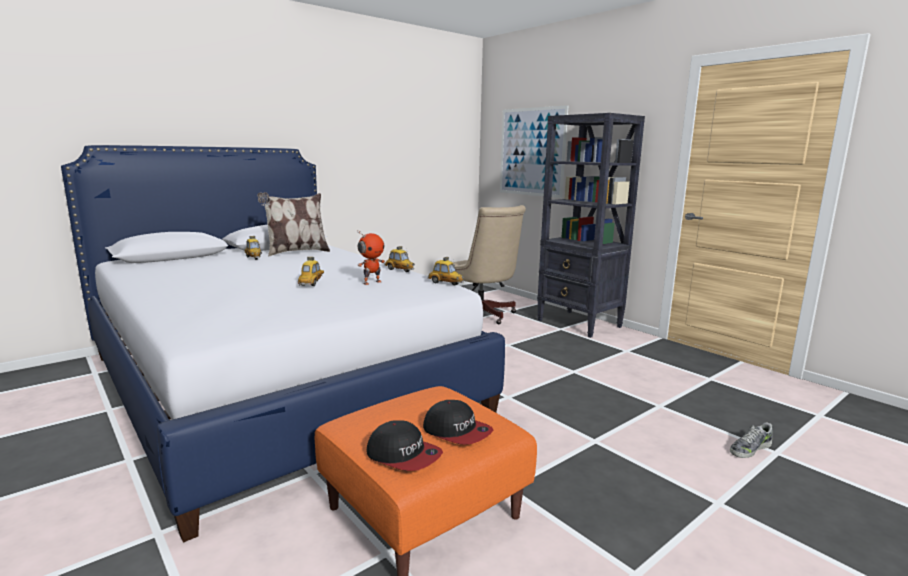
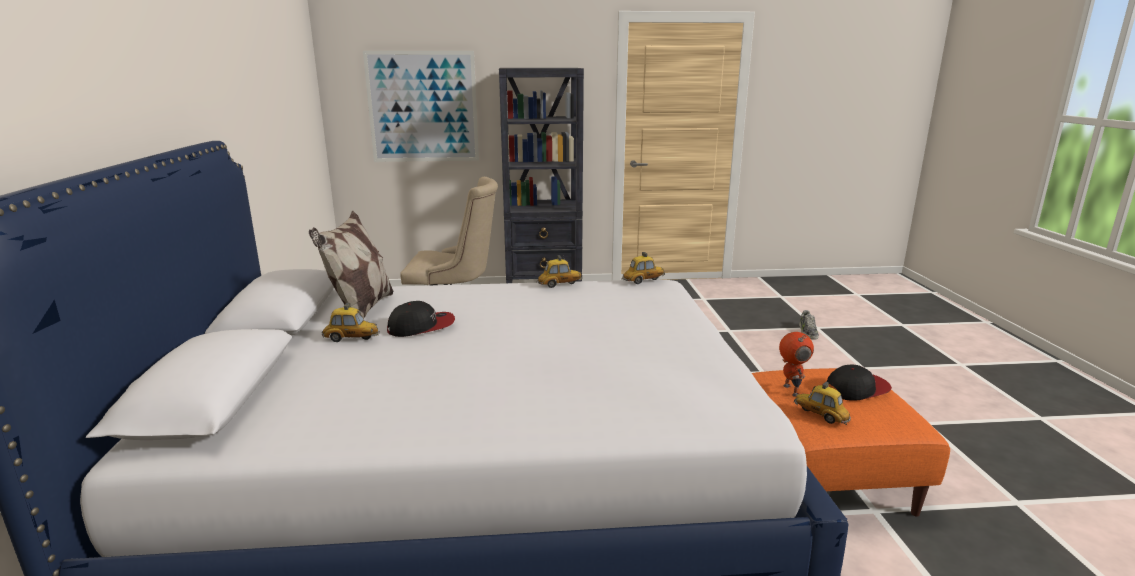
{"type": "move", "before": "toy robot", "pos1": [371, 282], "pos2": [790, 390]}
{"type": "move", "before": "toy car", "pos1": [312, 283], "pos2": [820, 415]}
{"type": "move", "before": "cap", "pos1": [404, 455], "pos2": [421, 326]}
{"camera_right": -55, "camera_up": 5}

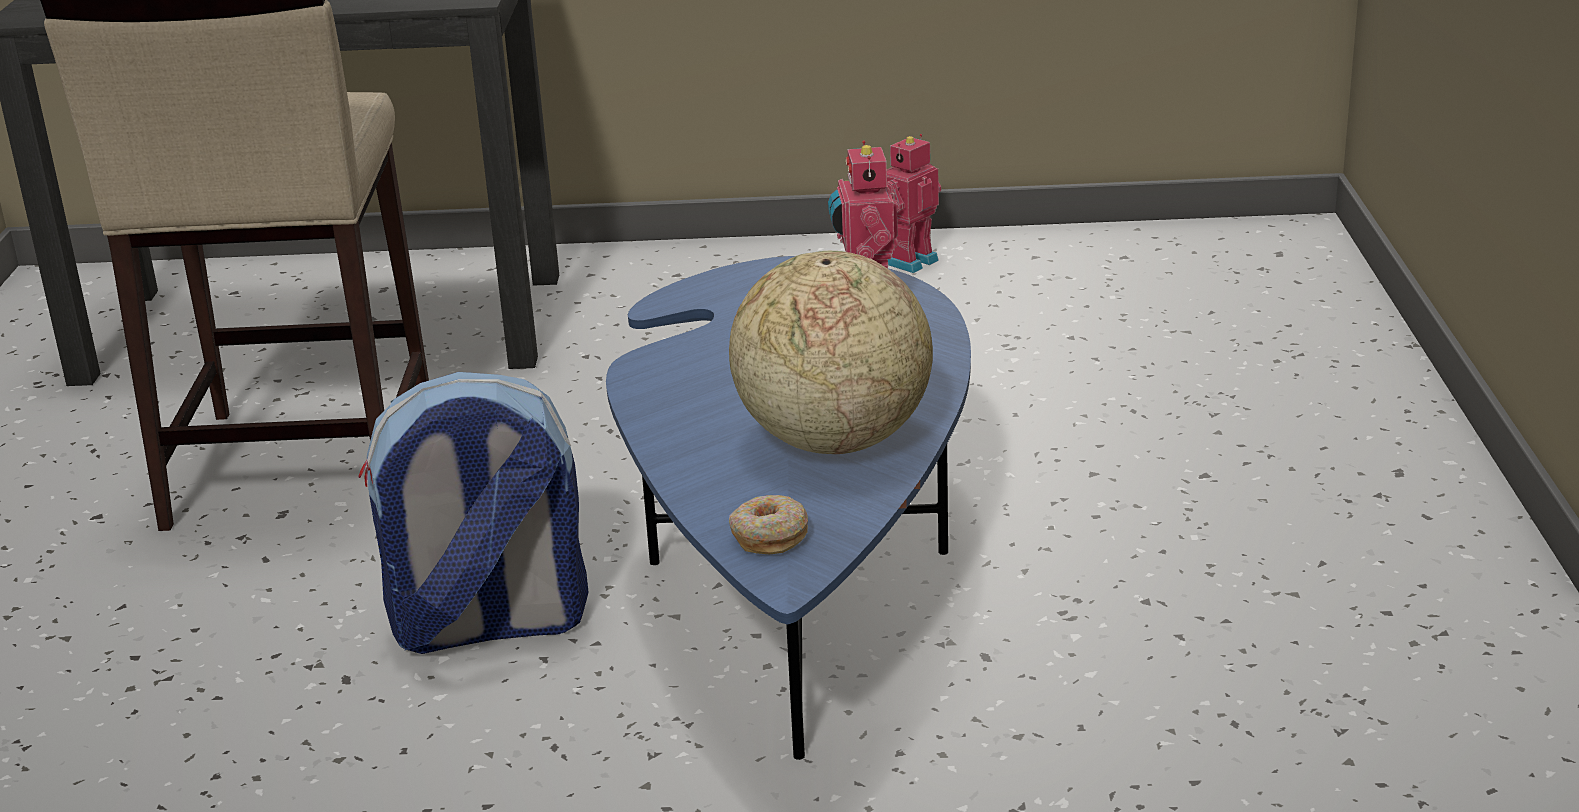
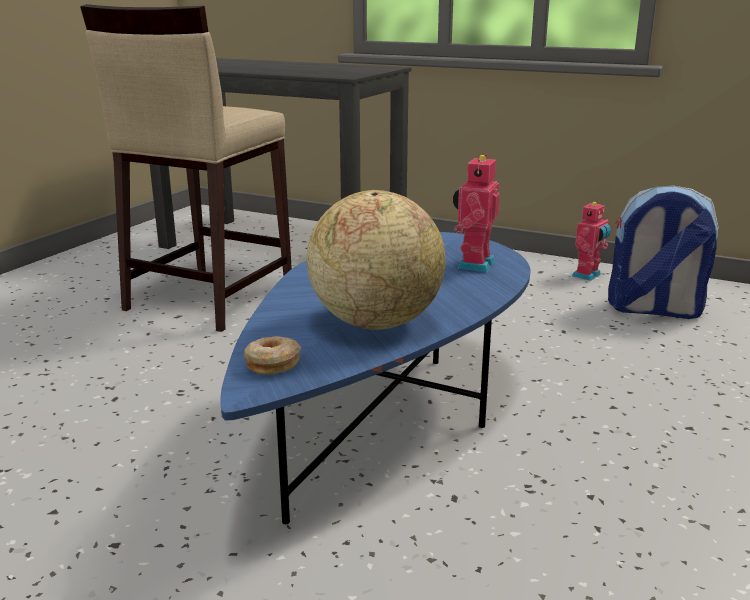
{"type": "rotate", "before": "toy robot", "pos1": [909, 261], "pos2": [588, 275], "turn": 150}
{"type": "move", "before": "backpack", "pos1": [487, 625], "pos2": [653, 309]}
{"camera_right": 25, "camera_up": -5}

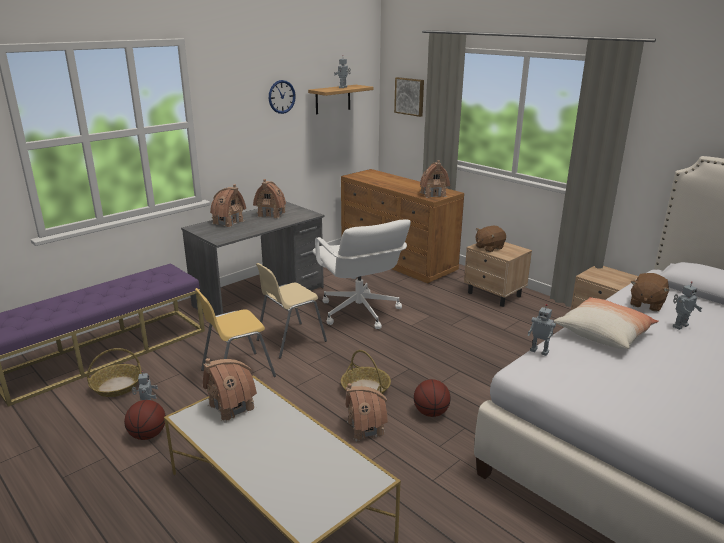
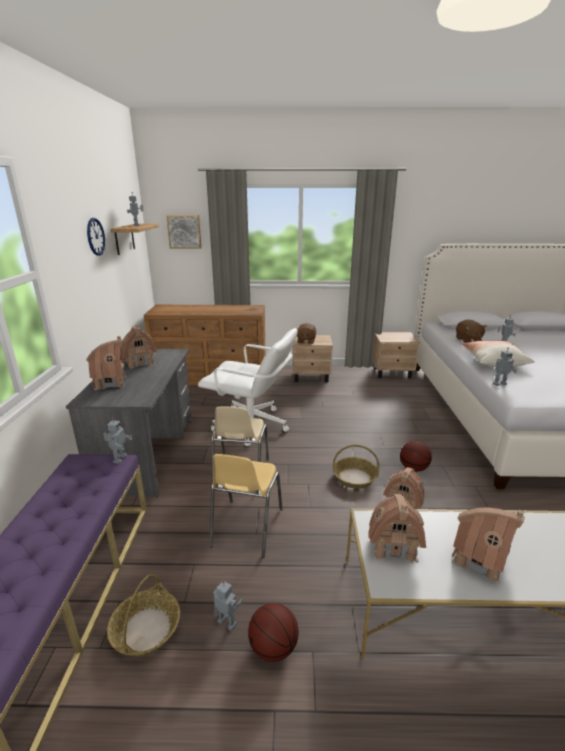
{"type": "move", "before": "toy house", "pos1": [433, 194], "pos2": [479, 559]}
{"type": "insert", "after": "toy robot", "pos2": [119, 459]}
{"camera_right": -45, "camera_up": 0}

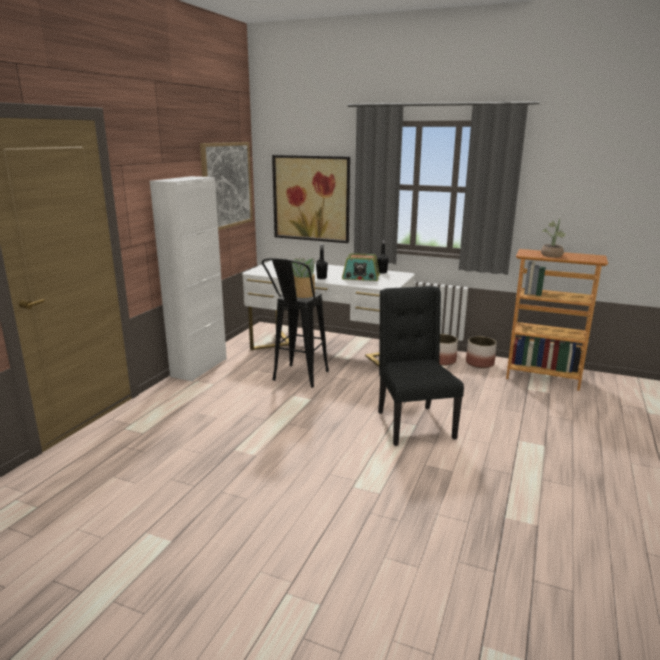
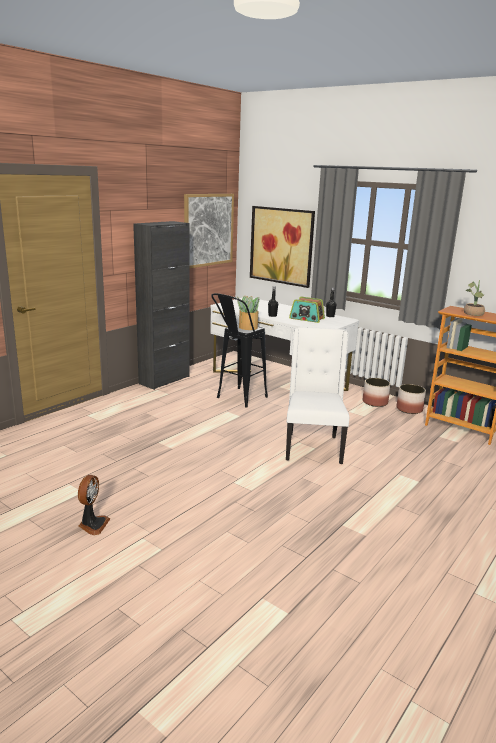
{"type": "recolor", "before": "white cabinet", "after": "black cabinet", "pos1": [199, 367], "pos2": [164, 380]}
{"type": "recolor", "before": "black chair", "after": "white chair", "pos1": [413, 424], "pos2": [312, 447]}
{"type": "insert", "after": "fan", "pos2": [92, 525]}
{"camera_right": 15, "camera_up": 0}

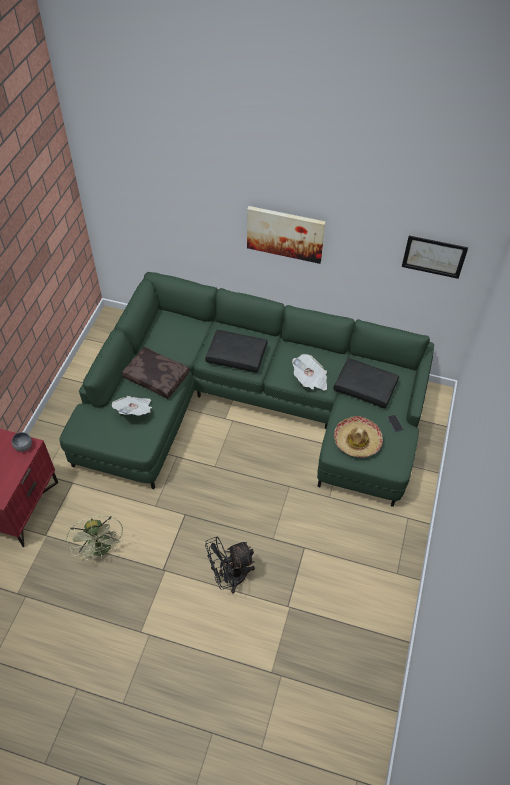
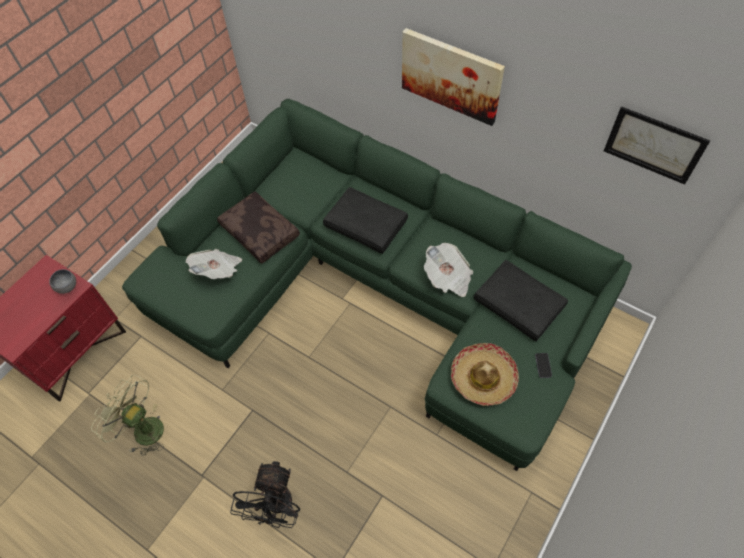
{"type": "rotate", "before": "green fan", "pos1": [102, 550], "pos2": [142, 429], "turn": 120}
{"type": "rotate", "before": "black fan", "pos1": [230, 577], "pos2": [277, 508], "turn": -75}
{"camera_right": 20, "camera_up": 5}

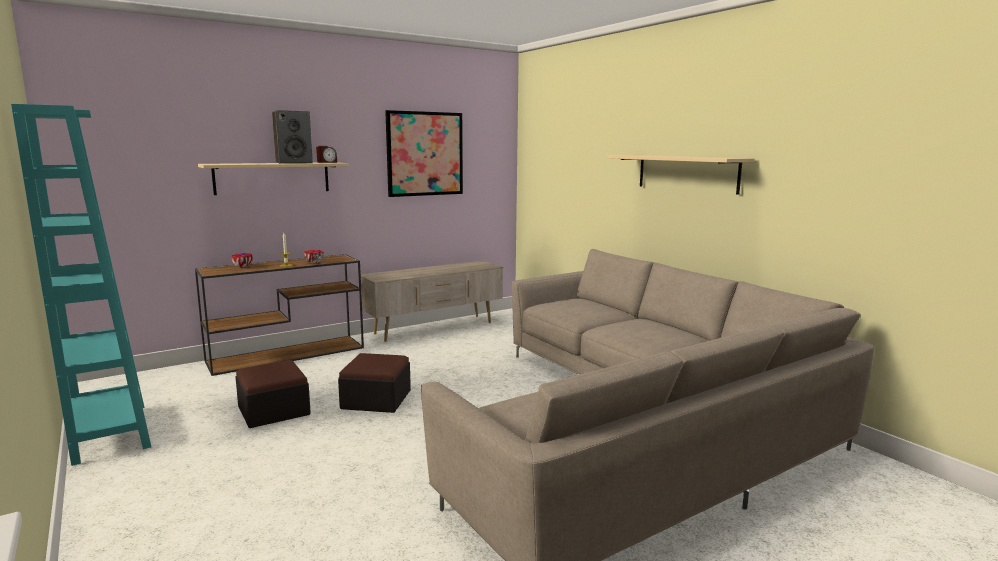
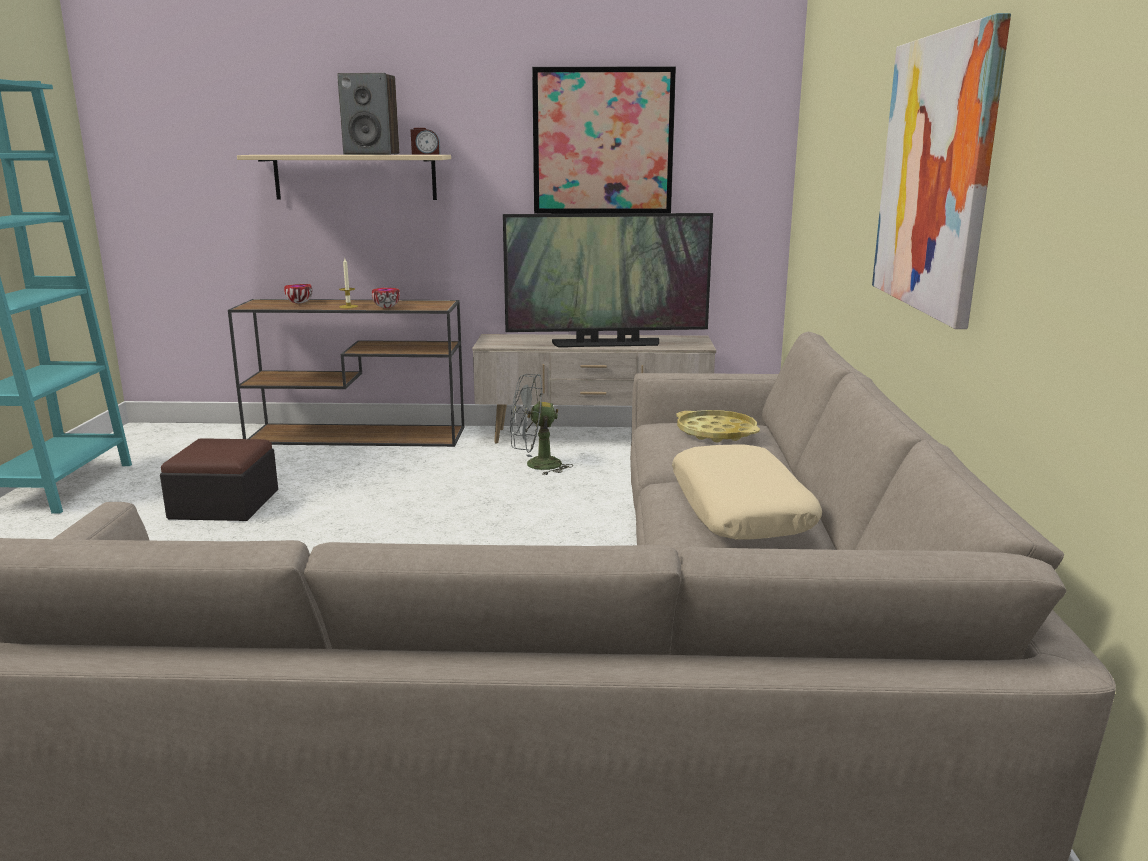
{"type": "replace", "before": "beige shelf", "after": "picture", "pos1": [687, 173], "pos2": [934, 174]}
{"type": "delete", "before": "ottoman", "pos1": [376, 399]}
{"type": "insert", "after": "television", "pos2": [606, 344]}
{"type": "insert", "after": "grey fan", "pos2": [535, 465]}
{"type": "insert", "after": "yellow tray", "pos2": [716, 432]}
{"type": "insert", "after": "beige pillow", "pos2": [741, 510]}
{"camera_right": 35, "camera_up": 5}

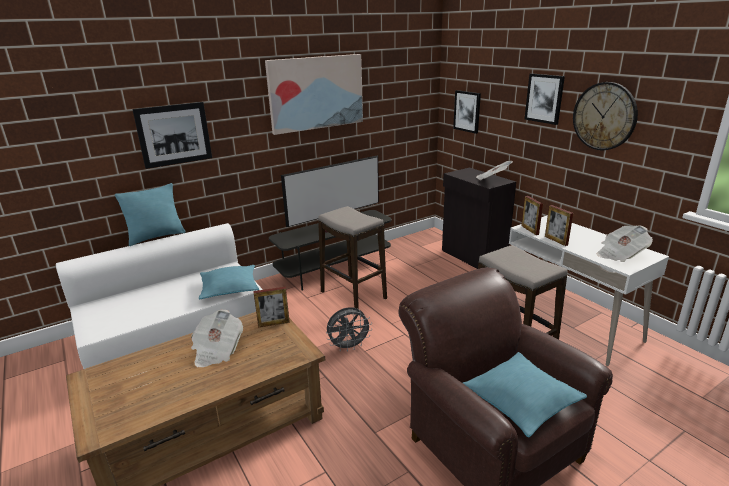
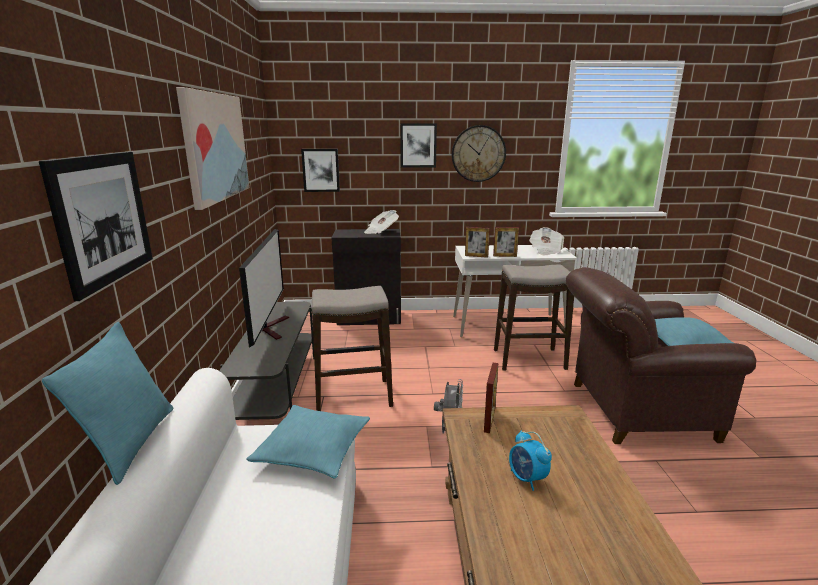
{"type": "replace", "before": "newspaper", "after": "alarm clock", "pos1": [217, 350], "pos2": [527, 478]}
{"camera_right": -60, "camera_up": -5}

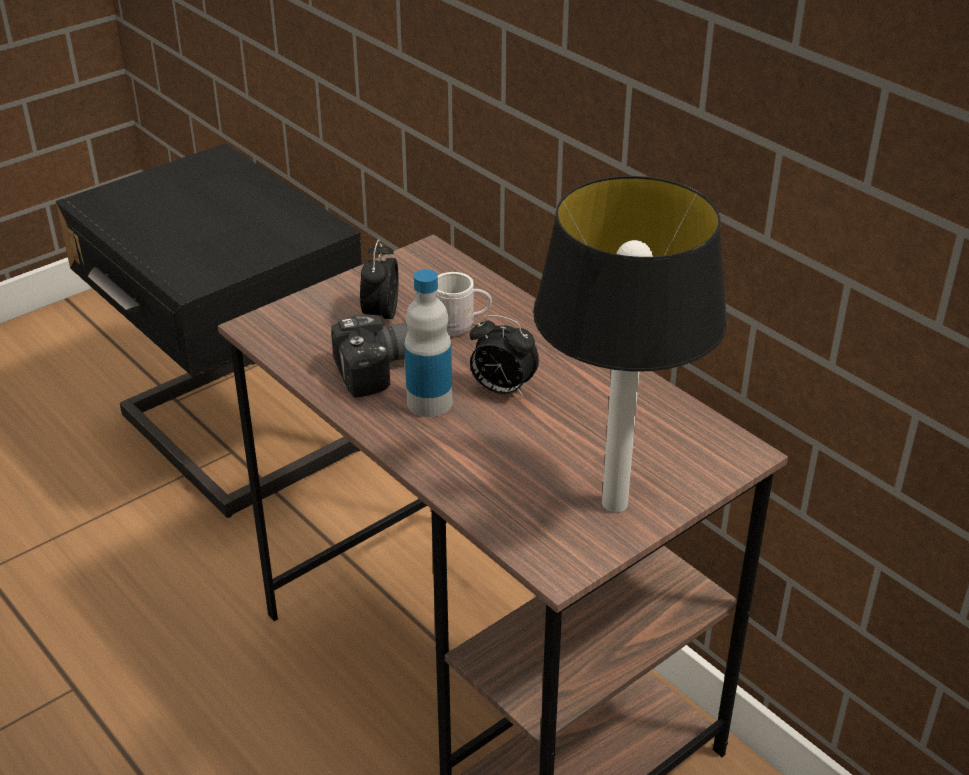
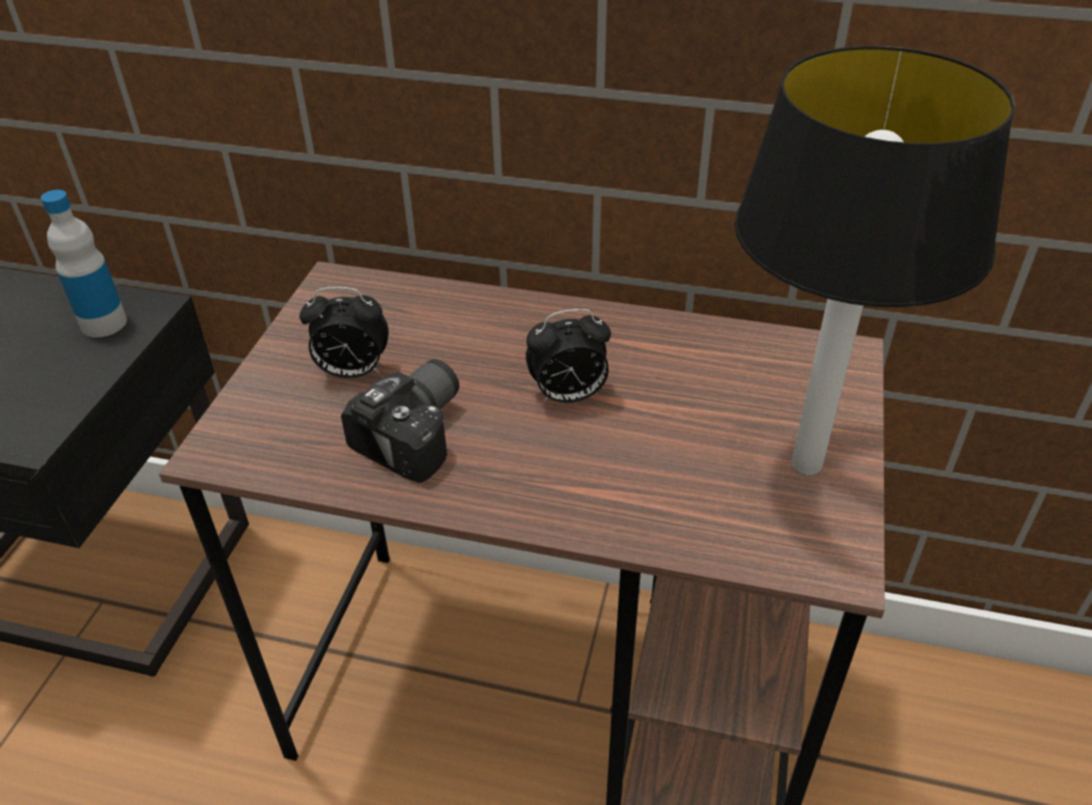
{"type": "rotate", "before": "alarm clock", "pos1": [381, 315], "pos2": [352, 372], "turn": -60}
{"type": "move", "before": "bottle", "pos1": [429, 403], "pos2": [104, 323]}
{"type": "delete", "before": "white mug", "pos1": [460, 327]}
{"camera_right": -35, "camera_up": 5}

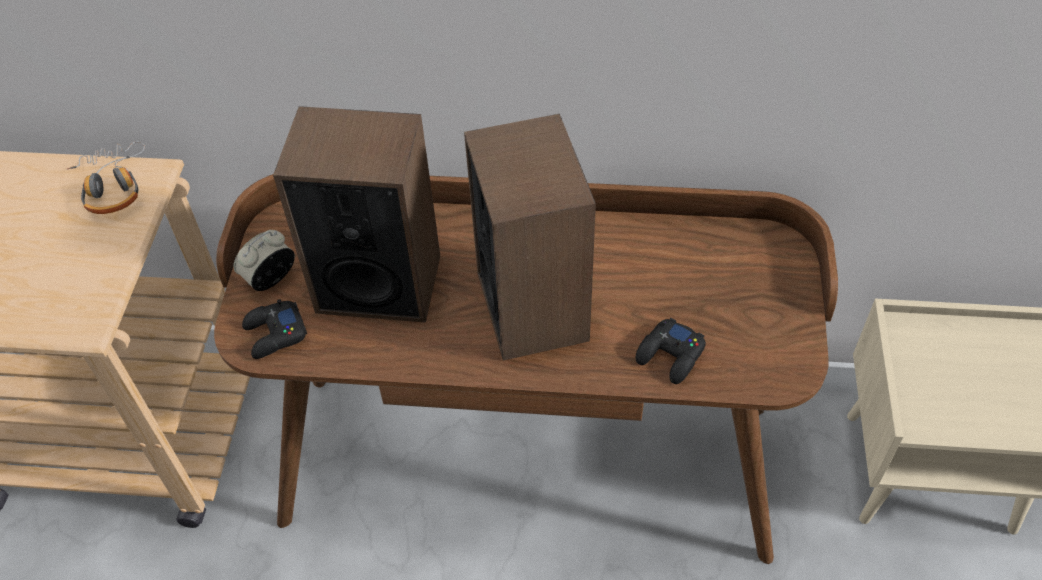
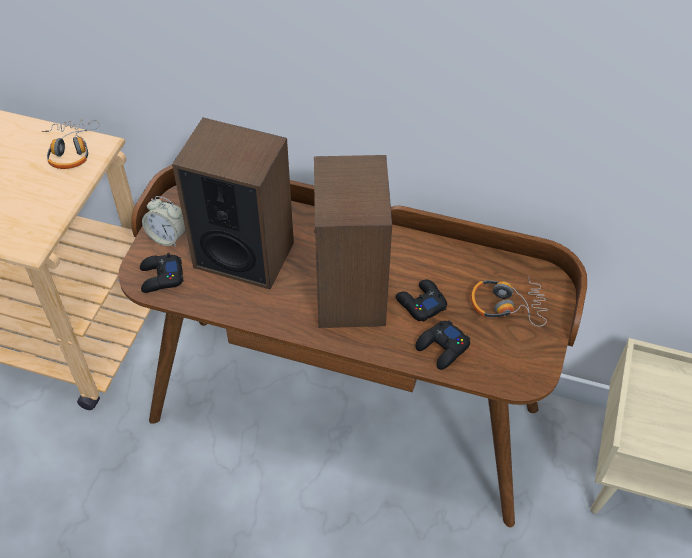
{"type": "rotate", "before": "alarm clock", "pos1": [270, 279], "pos2": [168, 237], "turn": -120}
{"type": "insert", "after": "headphones", "pos2": [507, 305]}
{"type": "insert", "after": "black game controller", "pos2": [420, 303]}
{"camera_right": 10, "camera_up": 0}

